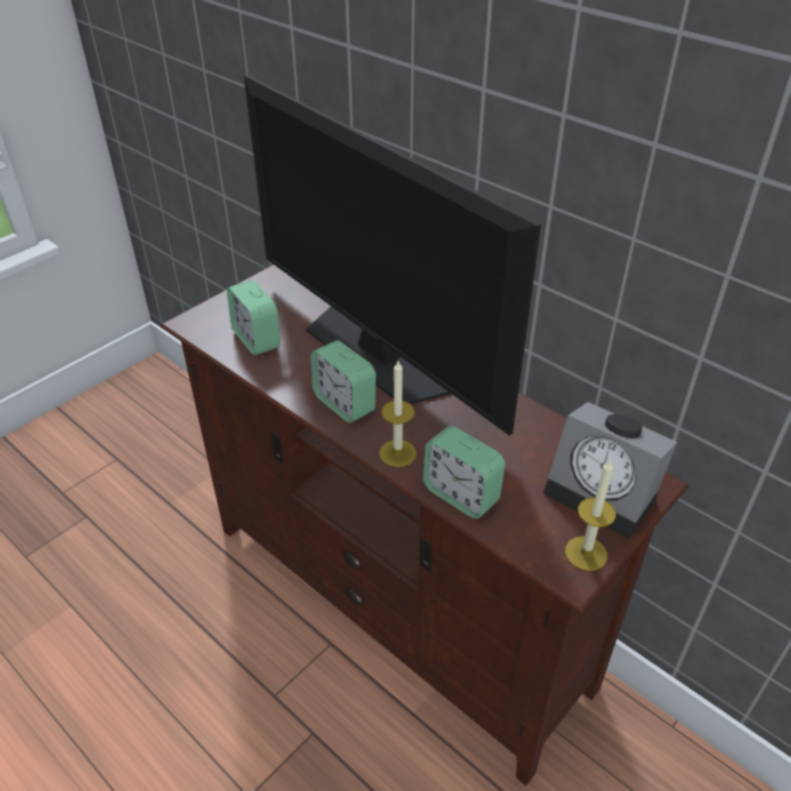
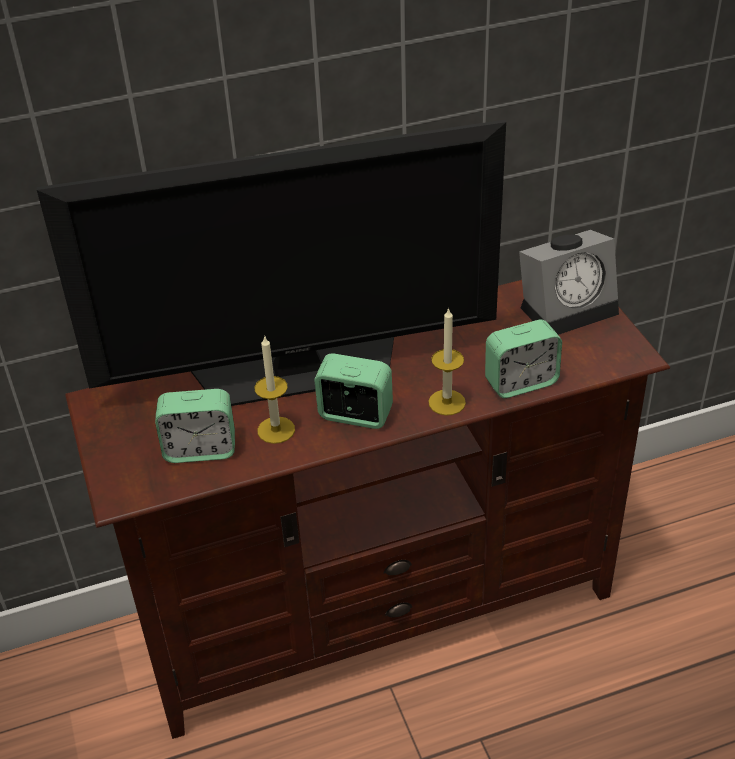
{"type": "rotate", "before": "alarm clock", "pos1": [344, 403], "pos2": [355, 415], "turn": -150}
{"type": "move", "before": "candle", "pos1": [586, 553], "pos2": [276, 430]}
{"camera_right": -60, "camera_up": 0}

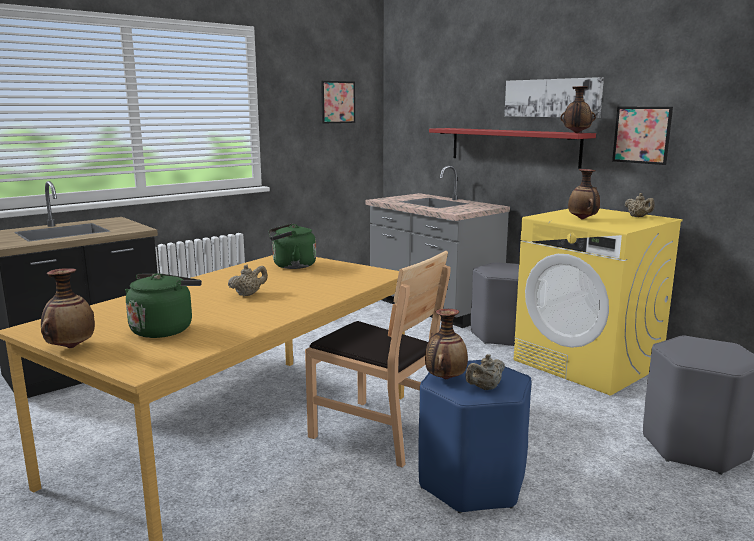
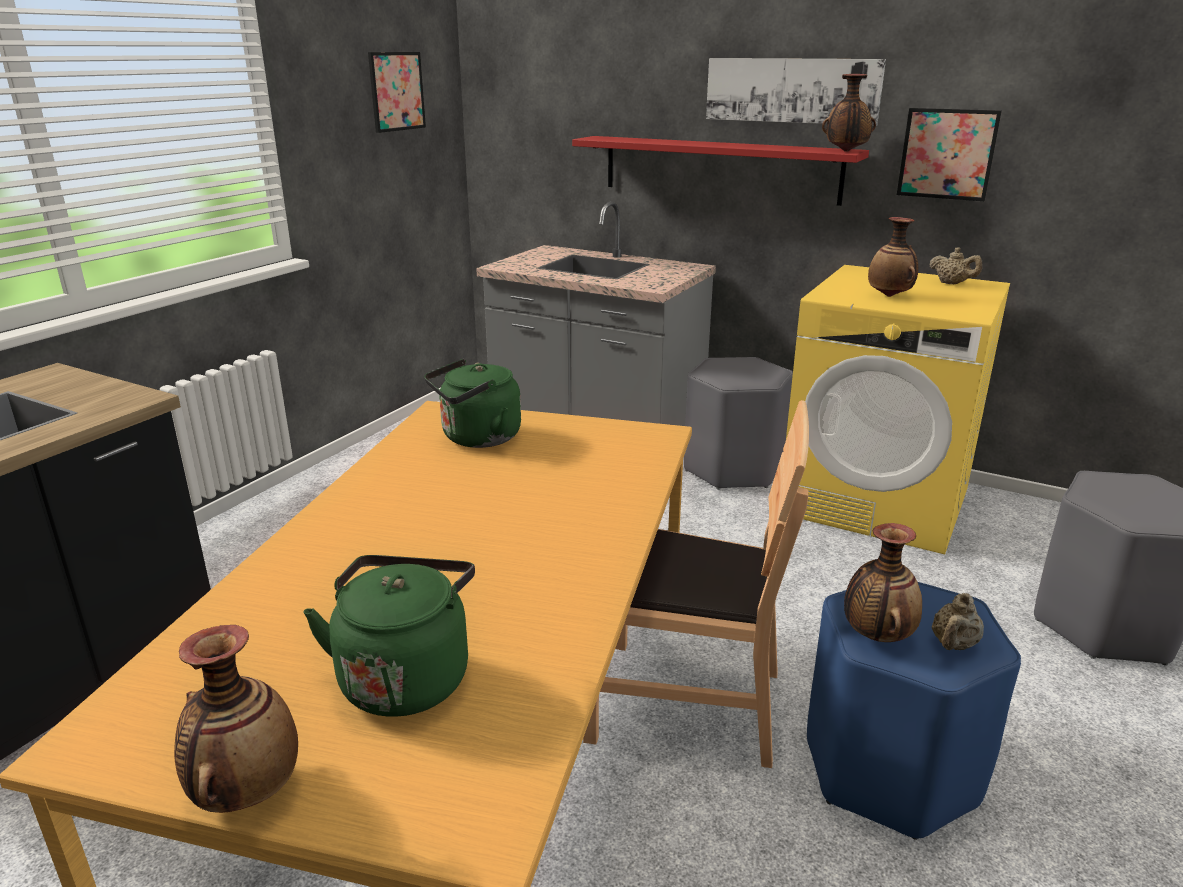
{"type": "delete", "before": "beige teapot", "pos1": [248, 294]}
{"camera_right": -20, "camera_up": 10}

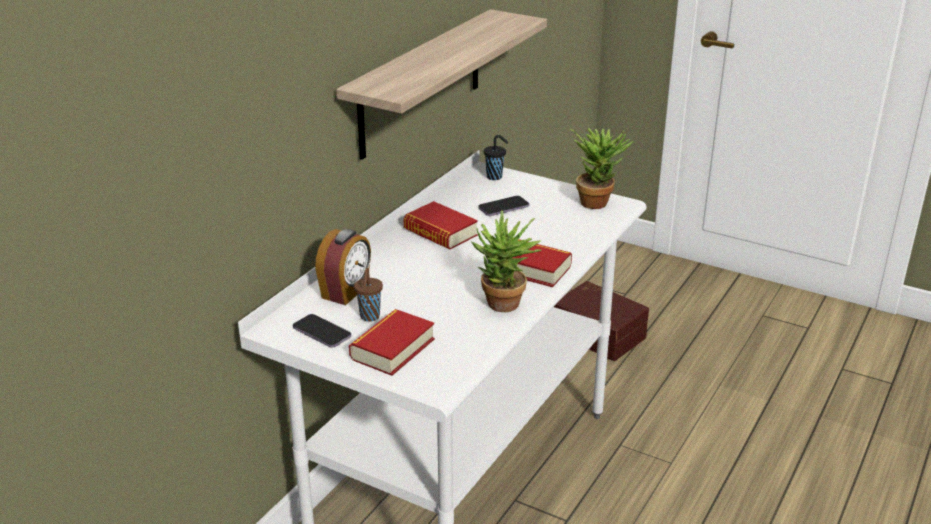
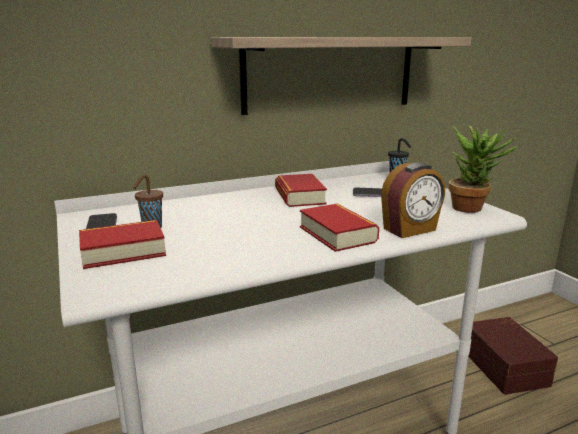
{"type": "delete", "before": "potted plant", "pos1": [504, 307]}
{"type": "move", "before": "alarm clock", "pos1": [346, 292], "pos2": [410, 230]}
{"camera_right": 35, "camera_up": -10}

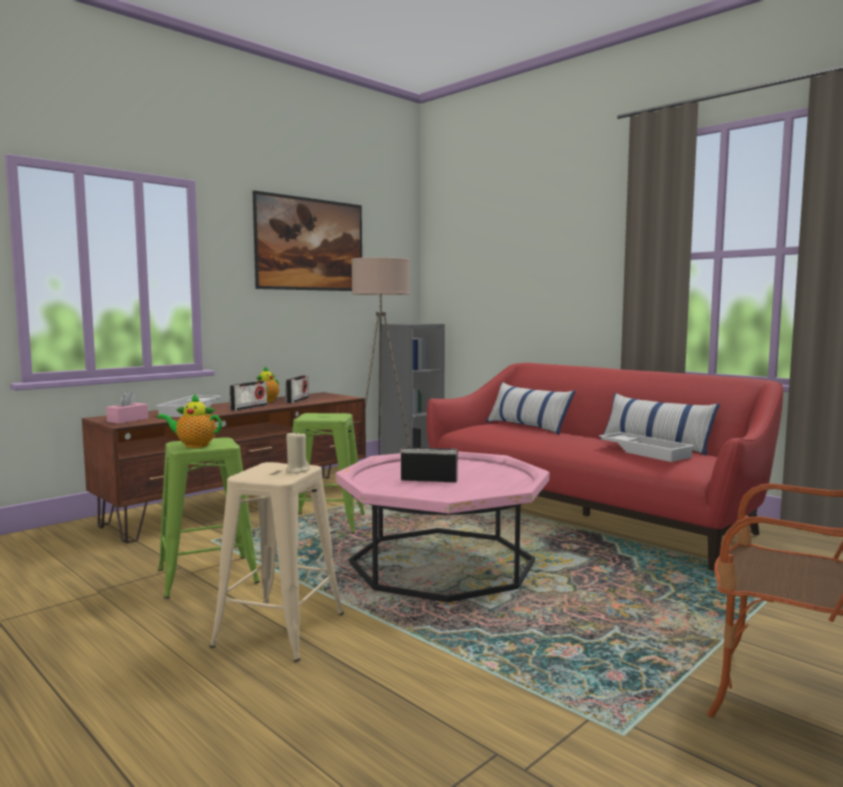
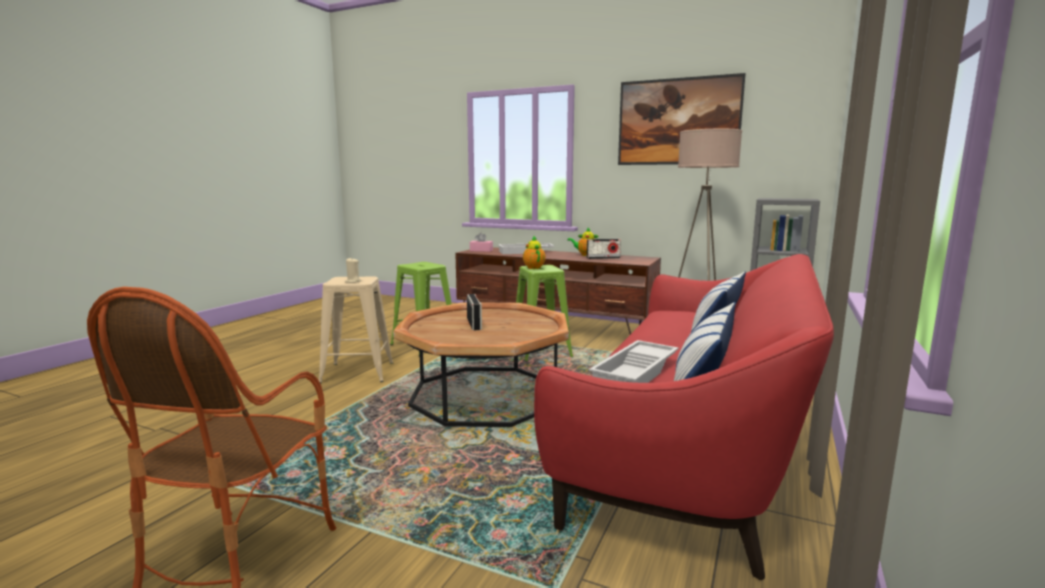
{"type": "delete", "before": "radio", "pos1": [249, 407]}
{"type": "move", "before": "teapot", "pos1": [193, 445], "pos2": [533, 267]}
{"type": "recolor", "before": "pink coffee table", "after": "brown coffee table", "pos1": [442, 563], "pos2": [485, 395]}
{"camera_right": 70, "camera_up": 5}

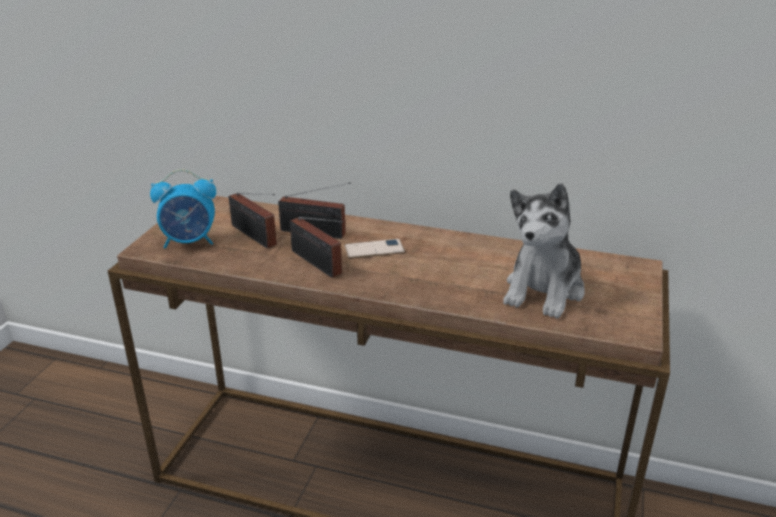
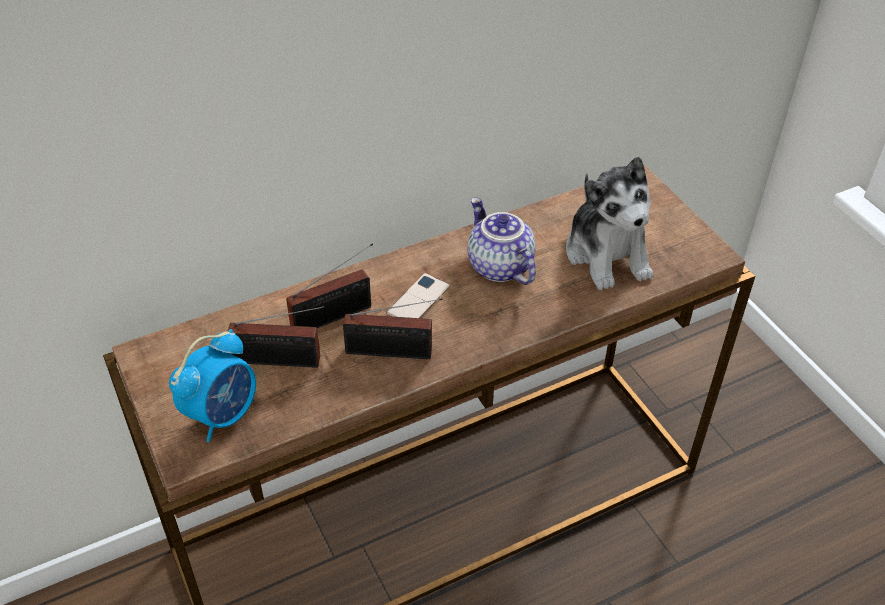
{"type": "insert", "after": "teapot", "pos2": [498, 267]}
{"camera_right": -45, "camera_up": 15}

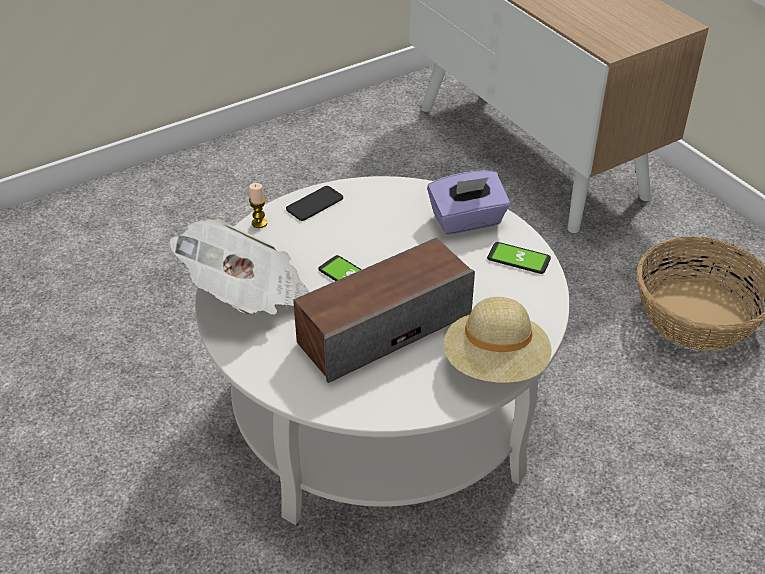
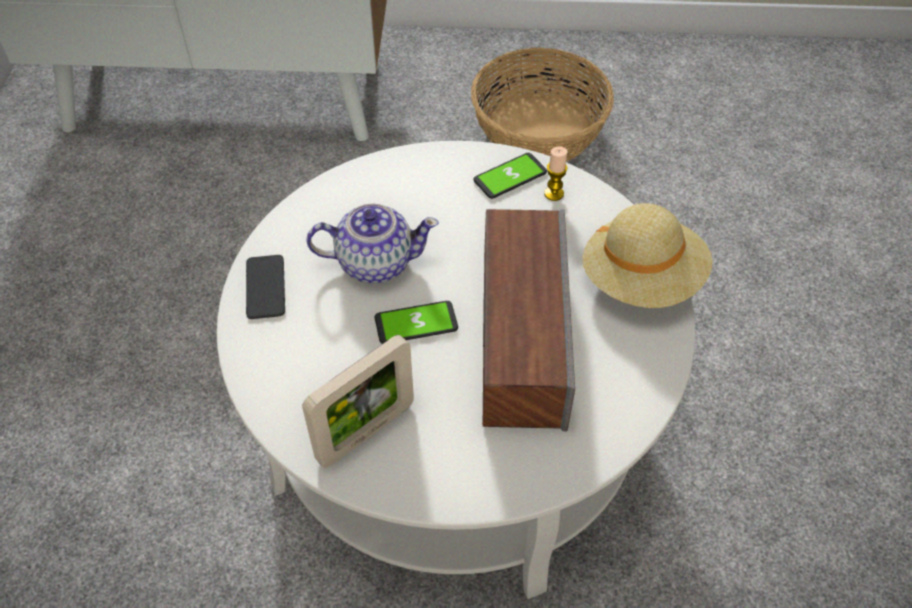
{"type": "delete", "before": "purple tissue box", "pos1": [467, 220]}
{"type": "move", "before": "candle", "pos1": [259, 223], "pos2": [554, 193]}
{"type": "replace", "before": "newspaper", "after": "picture frame", "pos1": [249, 295], "pos2": [366, 432]}
{"type": "insert", "after": "teapot", "pos2": [374, 262]}
{"camera_right": -55, "camera_up": 10}

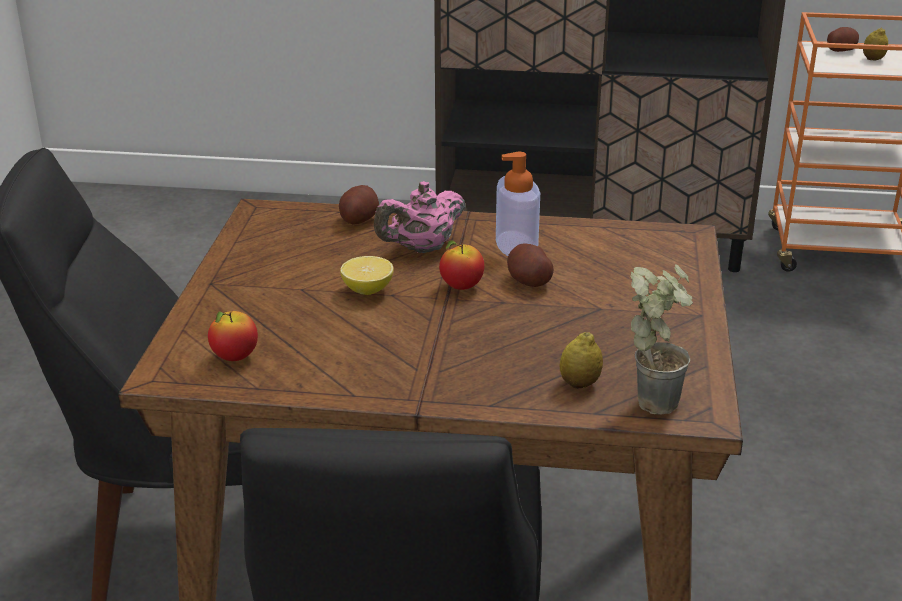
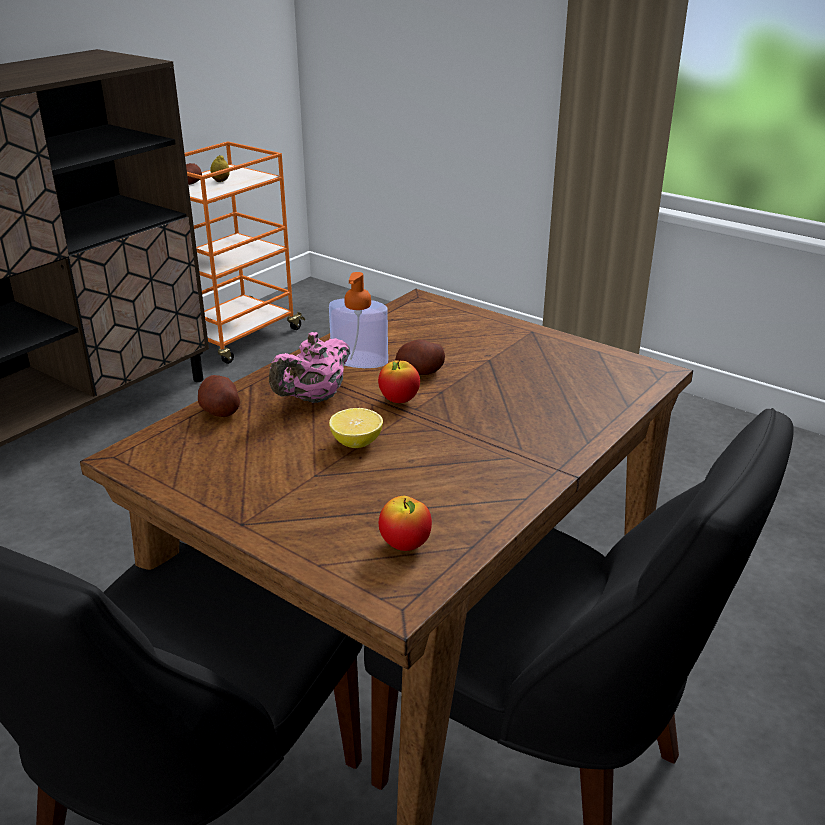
{"type": "rotate", "before": "pink teapot", "pos1": [421, 248], "pos2": [314, 398], "turn": 45}
{"type": "delete", "before": "potted plant", "pos1": [654, 397]}
{"type": "delete", "before": "lemon", "pos1": [579, 383]}
{"camera_right": -60, "camera_up": 0}

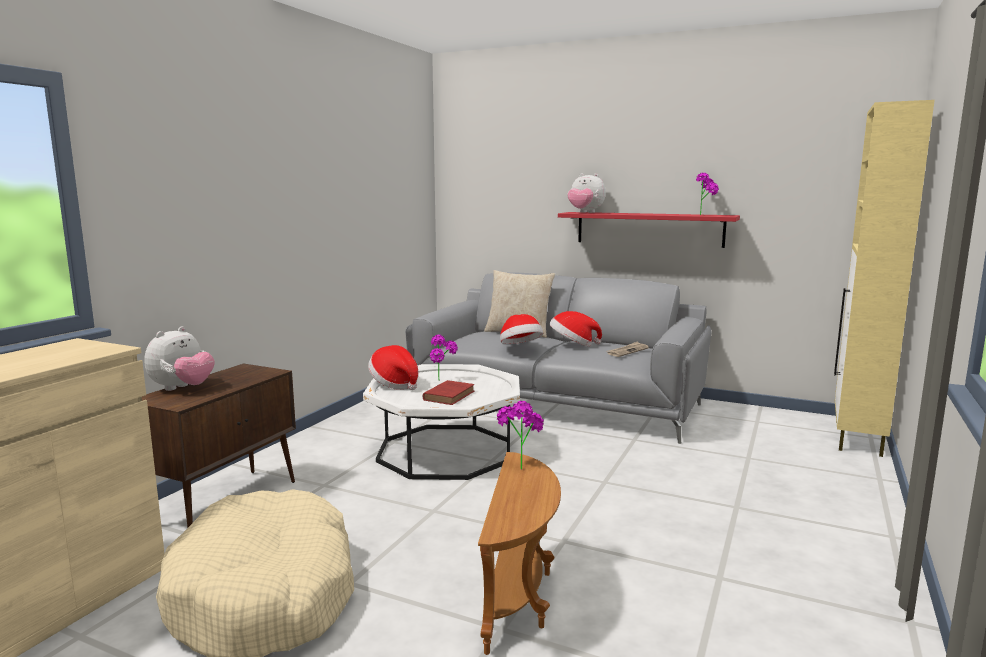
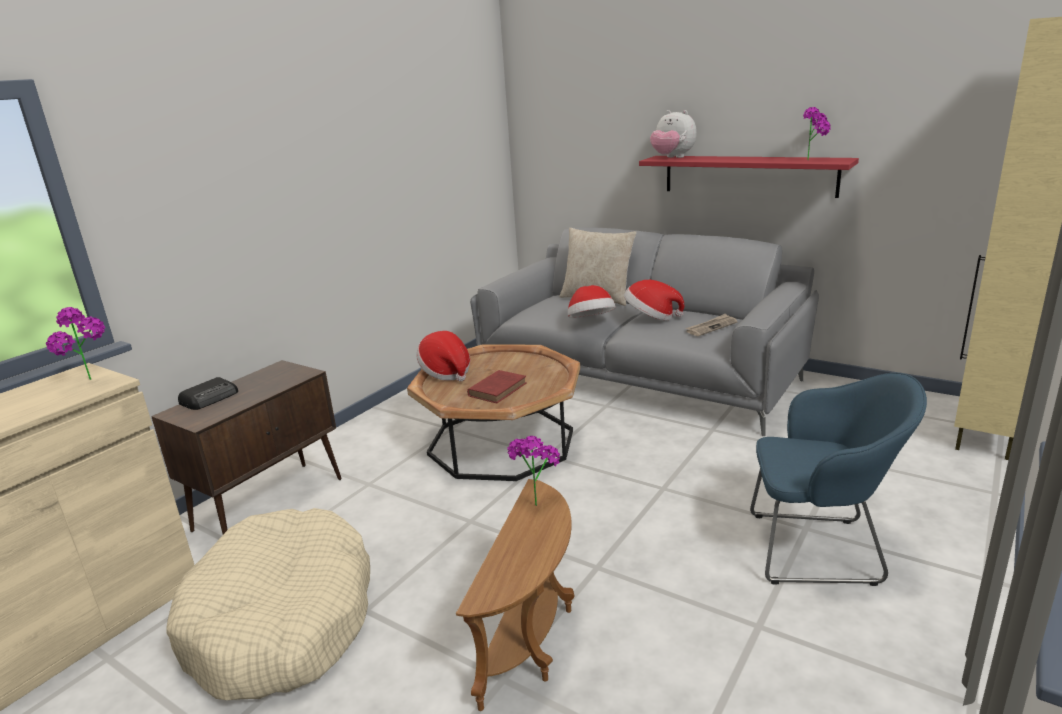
{"type": "replace", "before": "plush toy", "after": "radio", "pos1": [182, 388], "pos2": [210, 398]}
{"type": "move", "before": "potted plant", "pos1": [443, 381], "pos2": [92, 382]}
{"type": "recolor", "before": "white coffee table", "after": "brown coffee table", "pos1": [445, 451], "pos2": [501, 442]}
{"type": "insert", "after": "blue armchair", "pos2": [820, 549]}
{"camera_right": 10, "camera_up": 10}

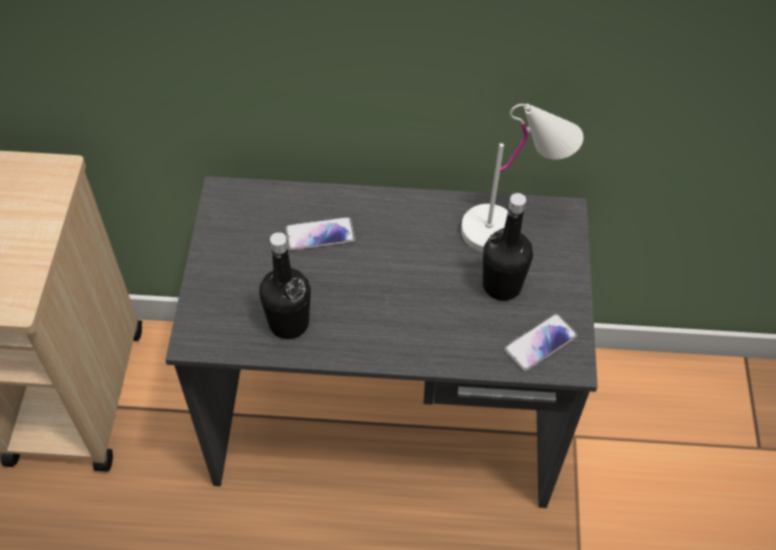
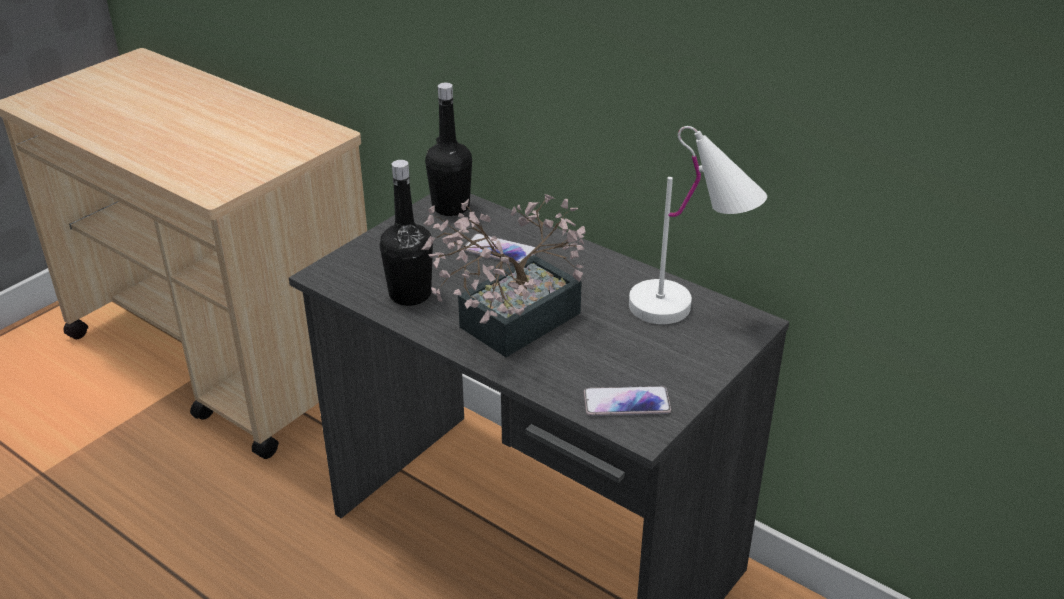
{"type": "move", "before": "black bottle", "pos1": [502, 285], "pos2": [451, 207]}
{"type": "insert", "after": "potted plant", "pos2": [508, 325]}
{"camera_right": 35, "camera_up": -20}

